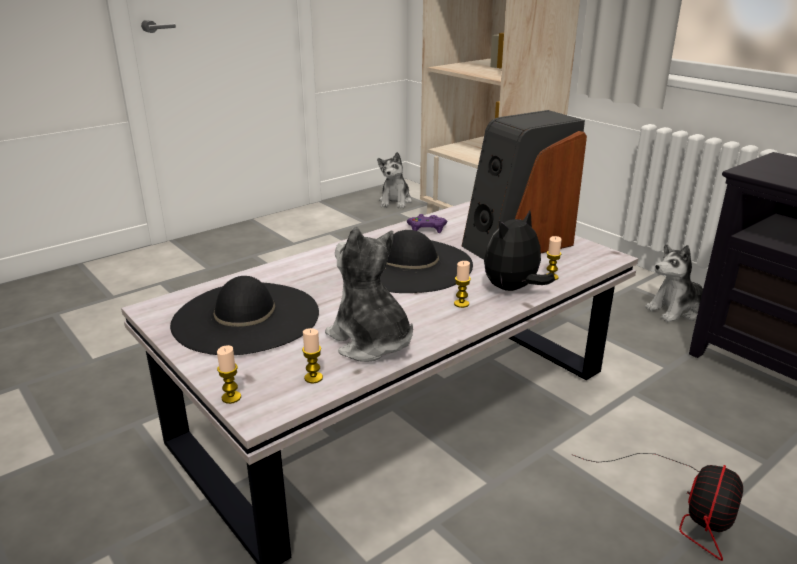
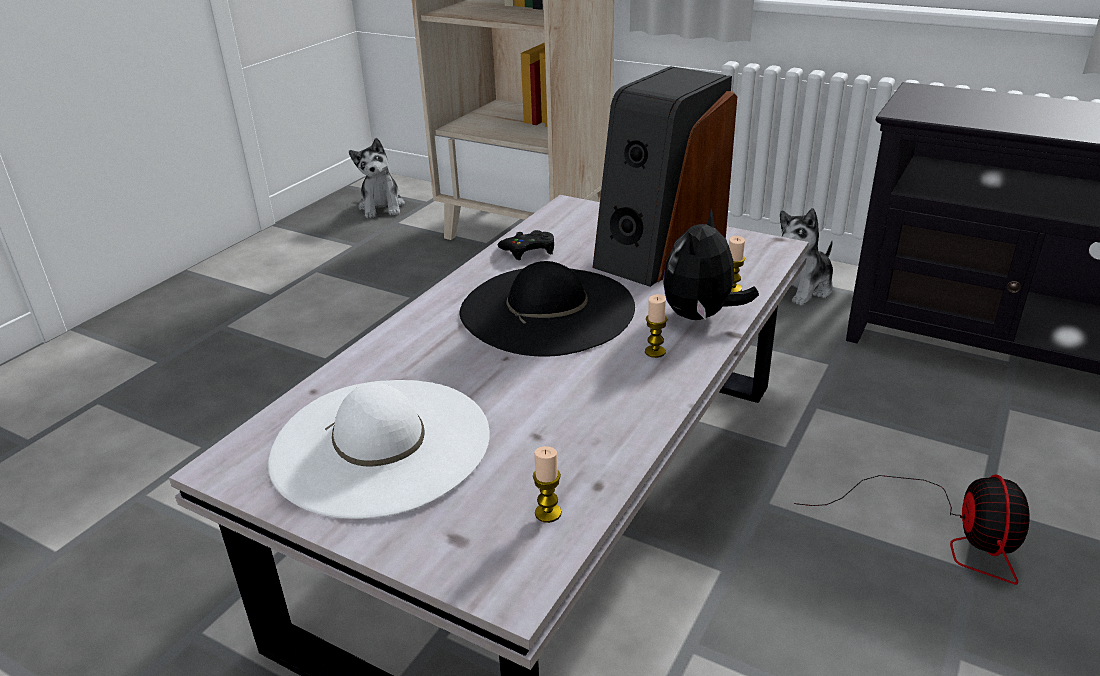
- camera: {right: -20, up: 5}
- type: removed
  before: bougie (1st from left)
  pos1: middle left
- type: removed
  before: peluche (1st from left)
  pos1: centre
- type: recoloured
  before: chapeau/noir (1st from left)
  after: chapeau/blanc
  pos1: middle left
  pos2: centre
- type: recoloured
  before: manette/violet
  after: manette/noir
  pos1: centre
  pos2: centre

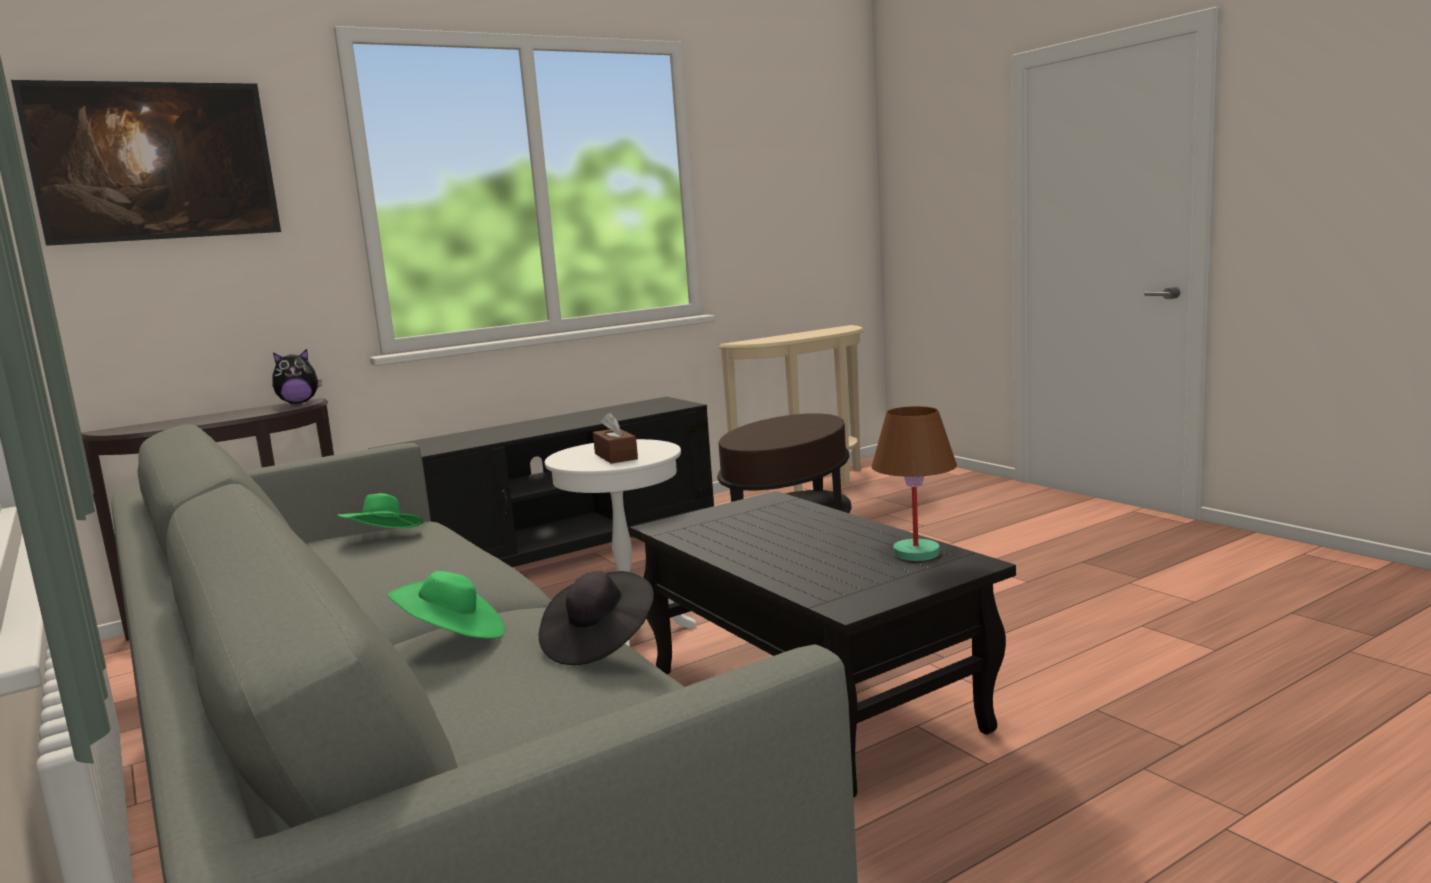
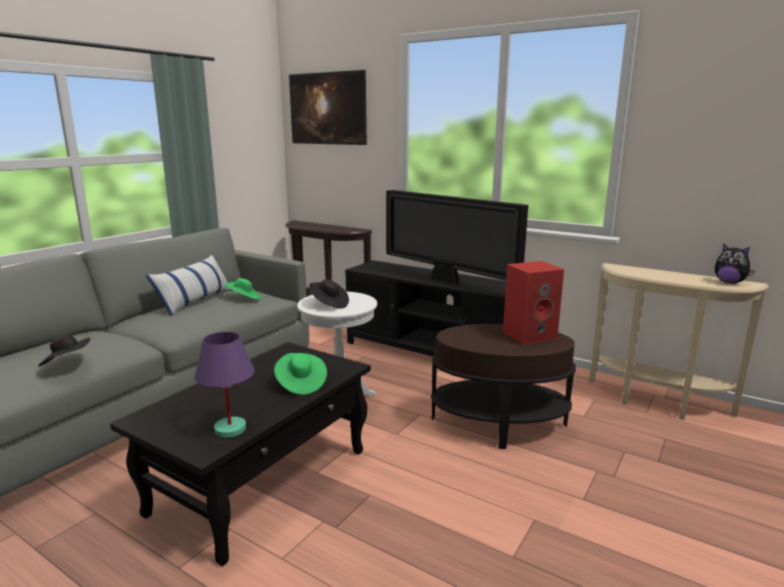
- camera: {right: 65, up: 5}
- type: added
  after: coussin
  pos2: middle left
- type: added
  after: téléviseur
  pos2: centre
- type: added
  after: enceinte/rouge
  pos2: middle right
- type: moved
  before: peluche
  pos1: middle left
  pos2: middle right
- type: moved
  before: chapeau/vert (2nd from left)
  pos1: bottom left
  pos2: centre
- type: replaced
  before: boîte à mouchoirs/marron
  after: chapeau/noir (2nd from left)
  pos1: centre
  pos2: centre
- type: recoloured
  before: lampe de table/marron
  after: lampe de table/violet
  pos1: centre
  pos2: middle left

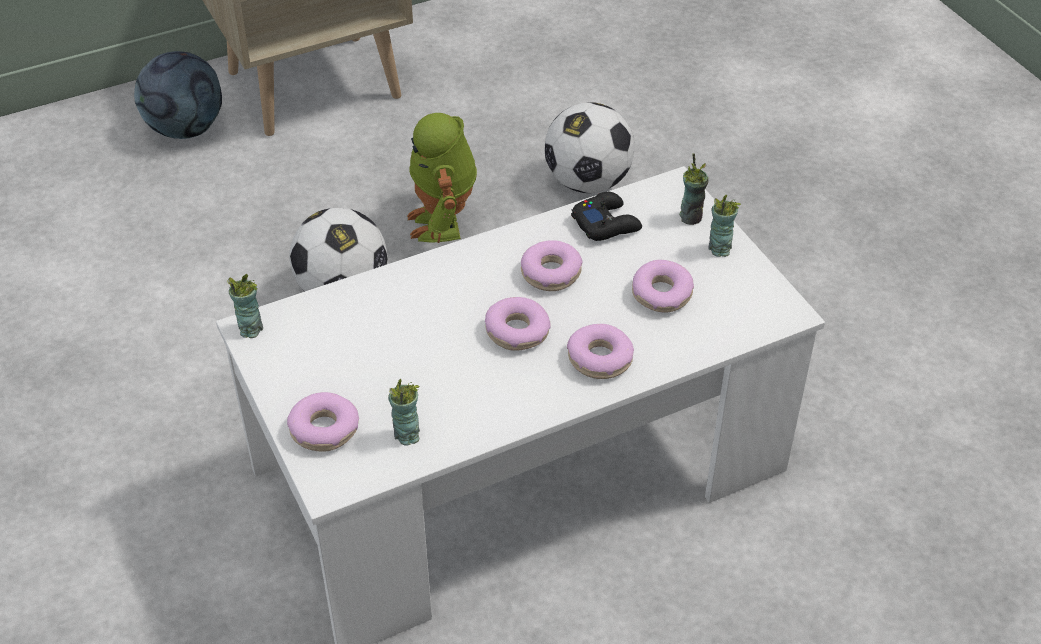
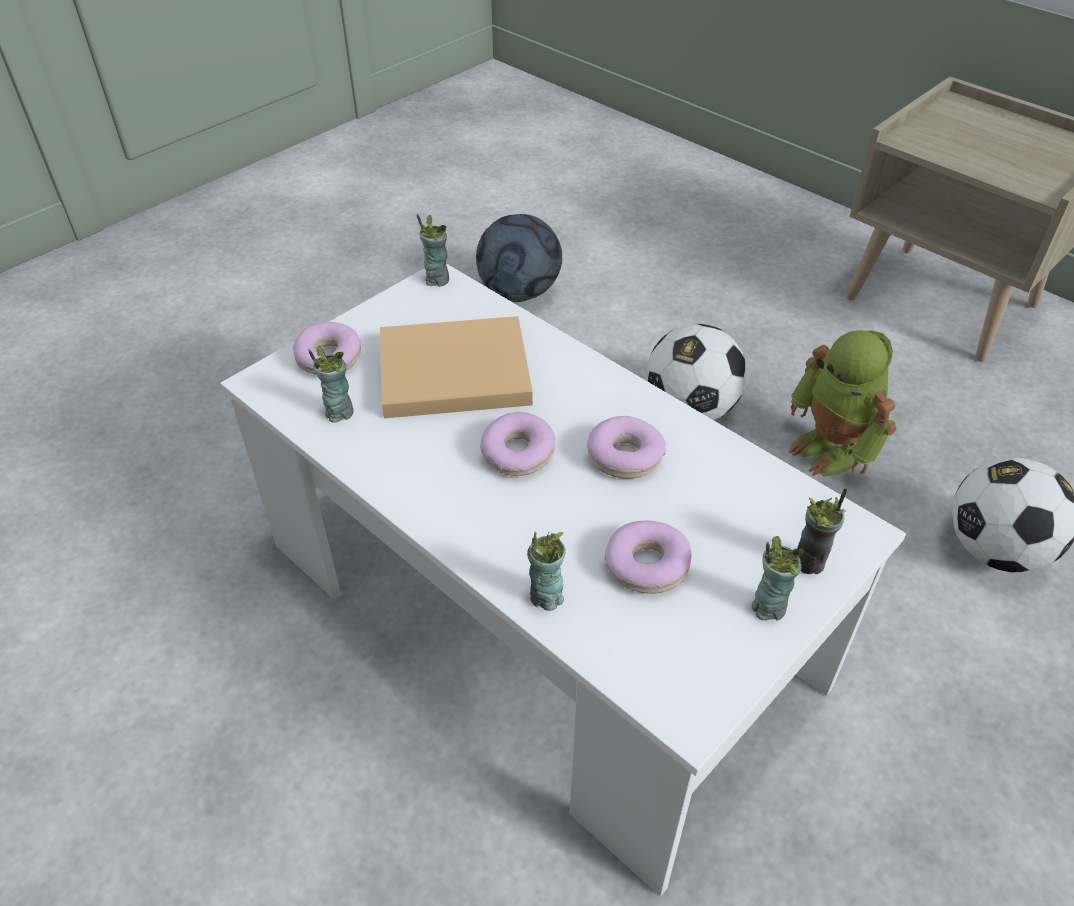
- camera: {right: 70, up: 0}
- type: removed
  before: beignet (4th from left)
  pos1: centre
- type: removed
  before: manette/noir
  pos1: centre
- type: added
  after: livre/beige
  pos2: centre
- type: added
  after: tasse (3rd from left)
  pos2: centre
- type: moved
  before: ballon de foot (1st from left)
  pos1: top left
  pos2: top centre
- type: turned
  before: robot jouet
  pos1: top centre
  pos2: middle right
  turn: -90

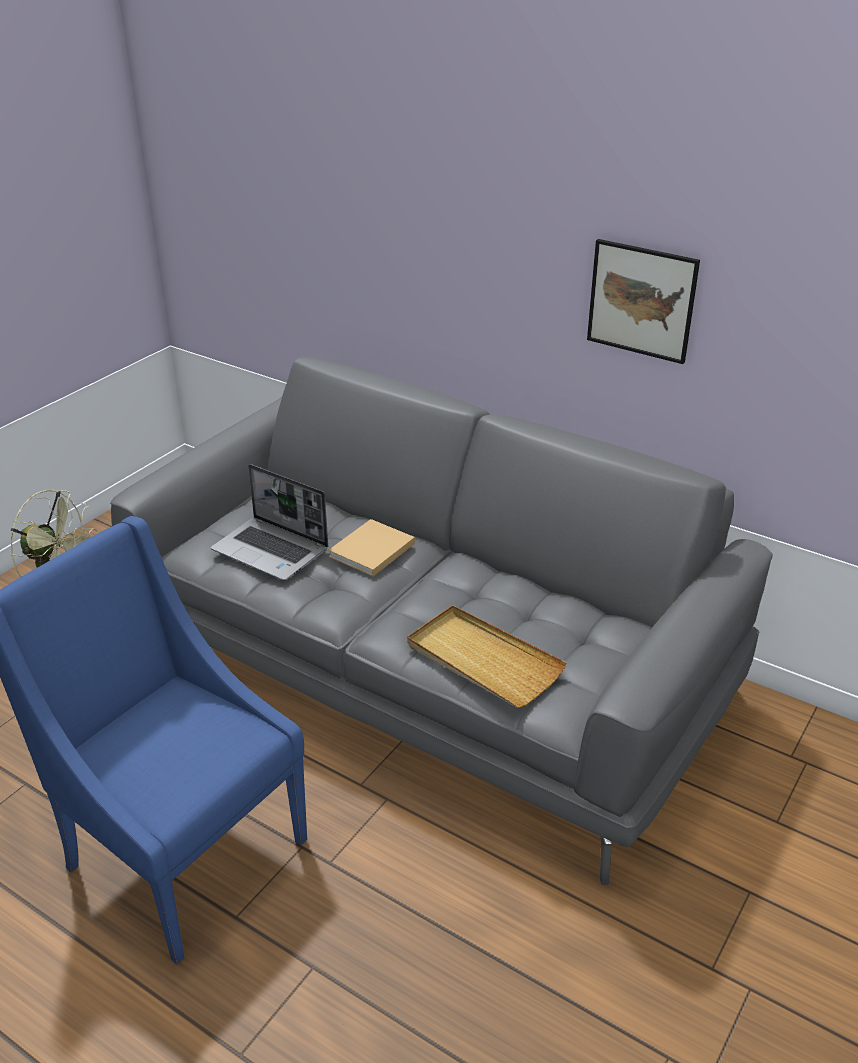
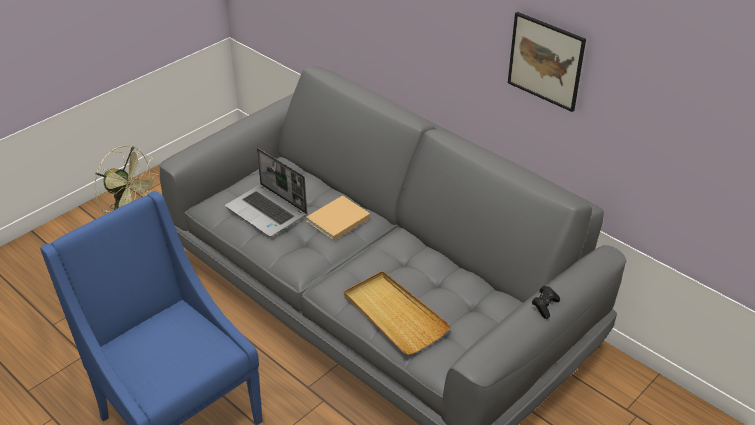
- camera: {right: 10, up: 5}
- type: added
  after: manette/noir
  pos2: bottom right

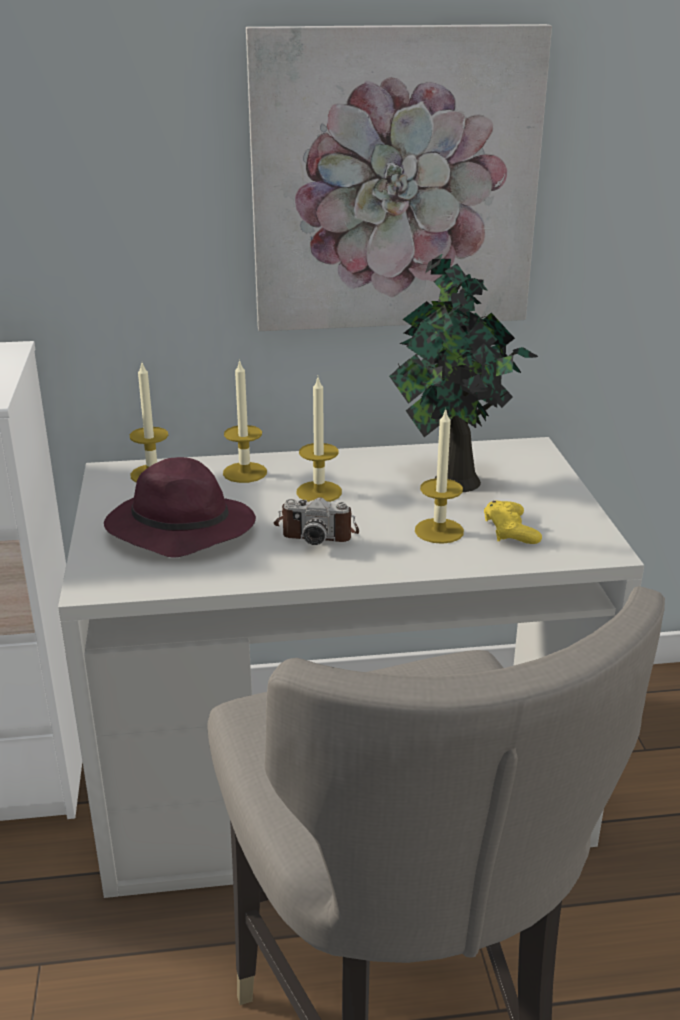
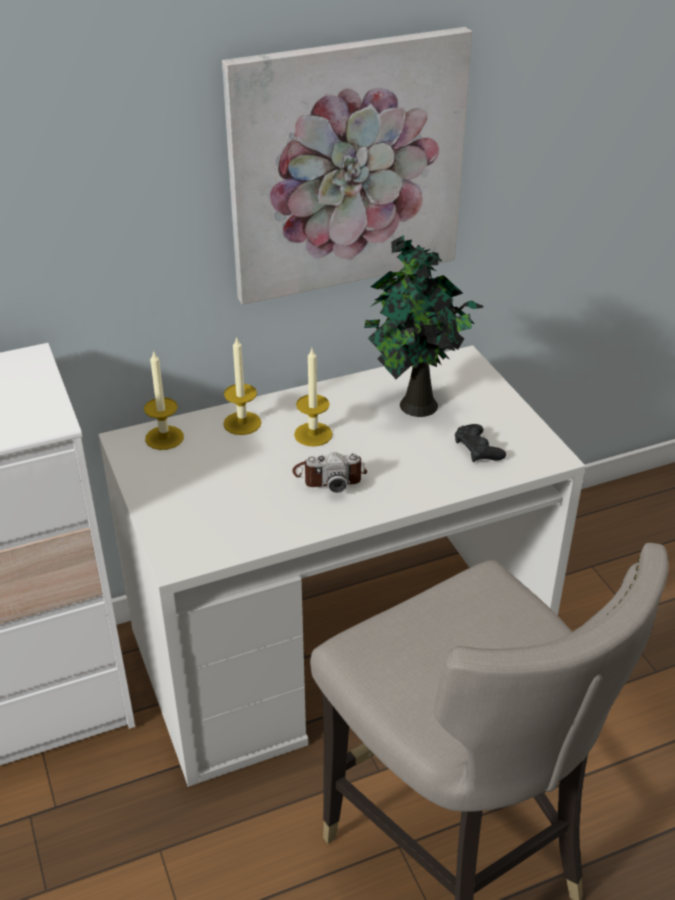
- camera: {right: -15, up: 10}
- type: removed
  before: chapeau/violet
  pos1: middle left
- type: removed
  before: bougie (4th from left)
  pos1: centre
- type: recoloured
  before: manette/jaune
  after: manette/noir
  pos1: middle right
  pos2: middle right

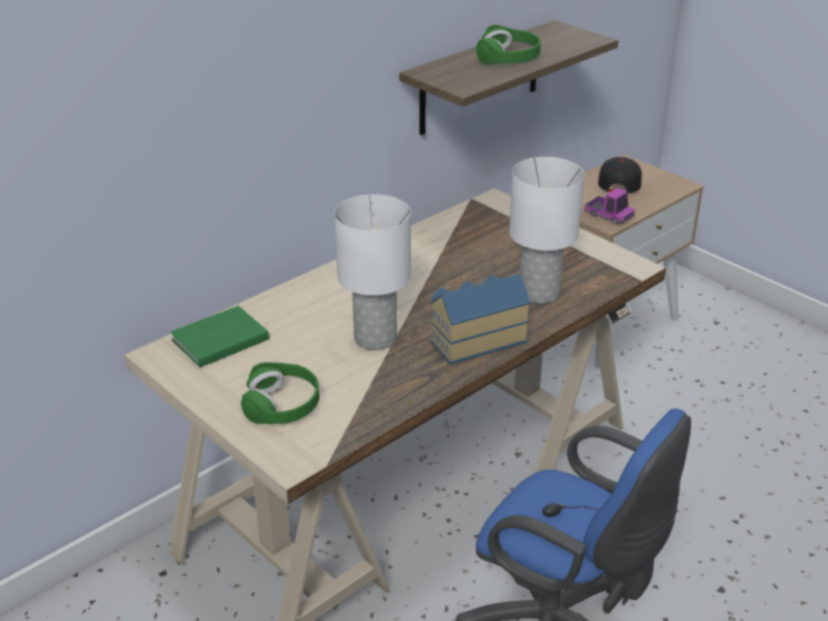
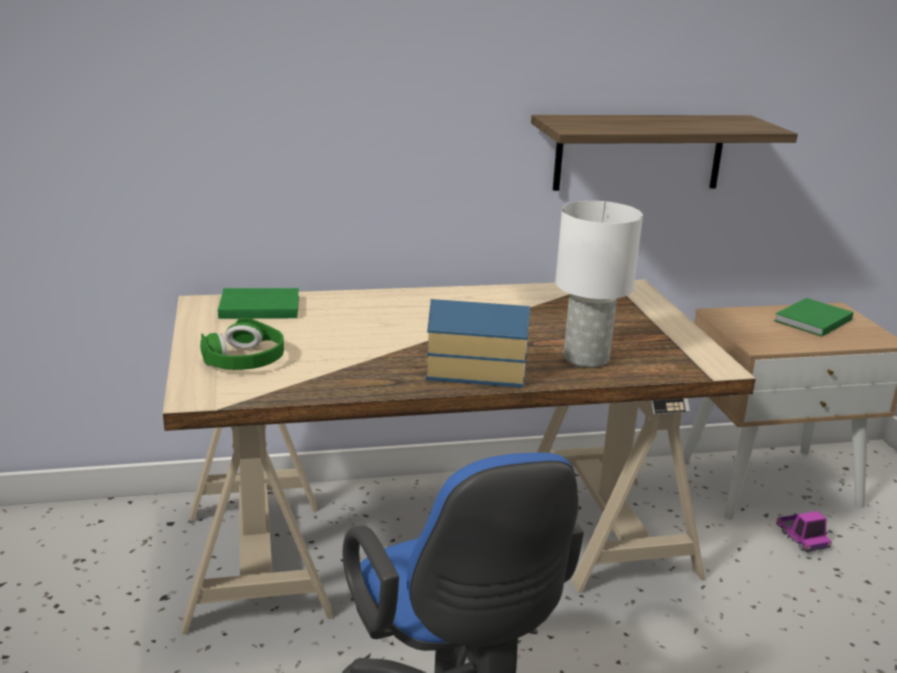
- camera: {right: 30, up: -10}
- type: removed
  before: lampe de table/blanc (1st from left)
  pos1: centre
- type: removed
  before: casque audio/vert (2nd from left)
  pos1: top centre
- type: moved
  before: camion jouet
  pos1: top right
  pos2: bottom right
- type: replaced
  before: casquette/noir
  after: livre/vert (2nd from left)
  pos1: top right
  pos2: middle right

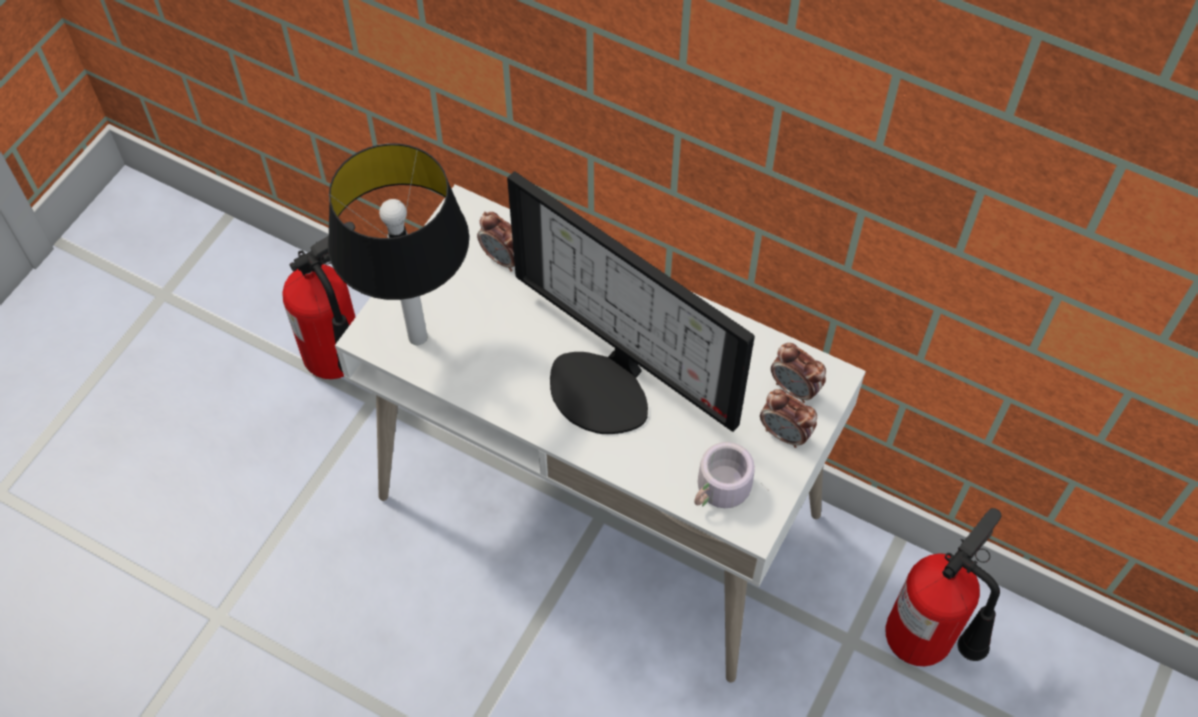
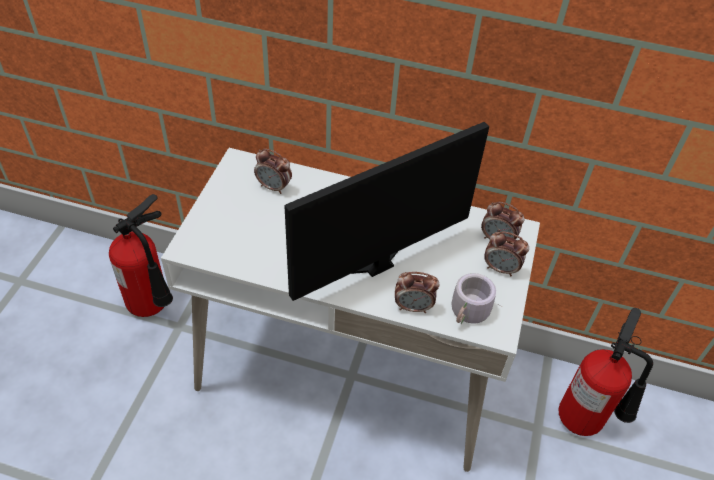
- camera: {right: -15, up: -10}
- type: removed
  before: lampe de table
  pos1: middle left
- type: added
  after: réveil (2nd from left)
  pos2: centre
- type: turned
  before: écran d'ordinateur
  pos1: centre
  pos2: centre
  turn: 120

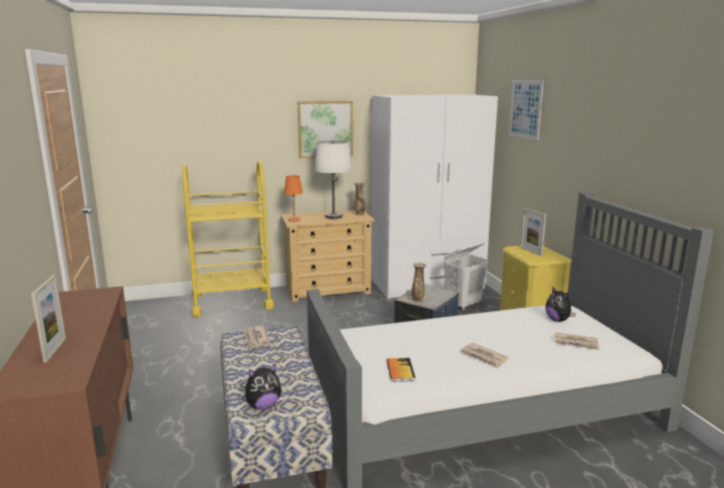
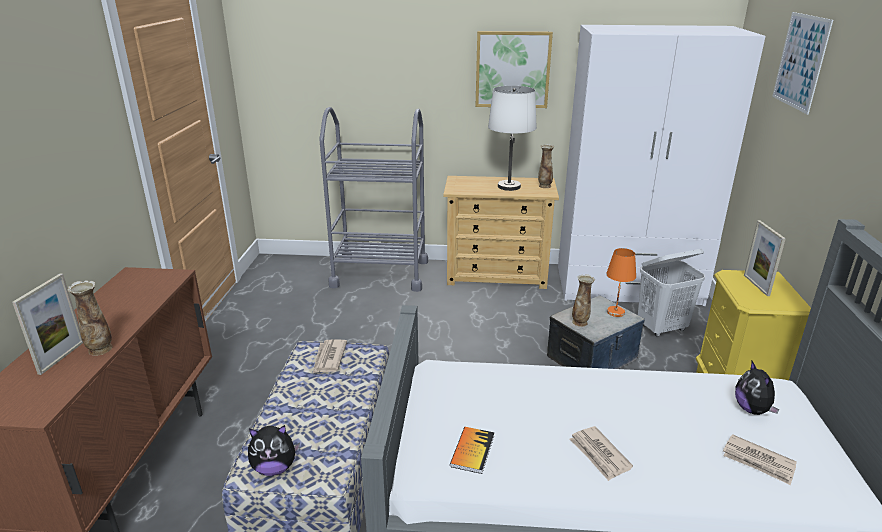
- camera: {right: 20, up: 10}
- type: added
  after: vase (1st from left)
  pos2: middle left
- type: moved
  before: lampe de table/orange
  pos1: centre
  pos2: middle right
- type: recoloured
  before: chariot/jaune
  after: chariot/gris
  pos1: middle left
  pos2: centre

